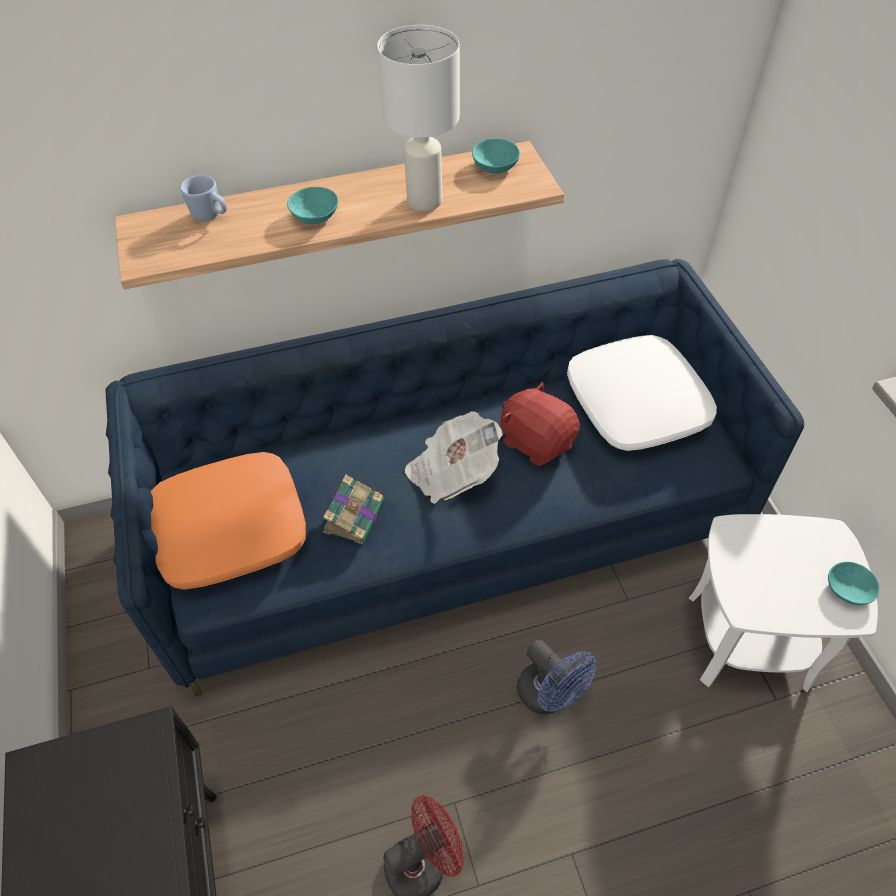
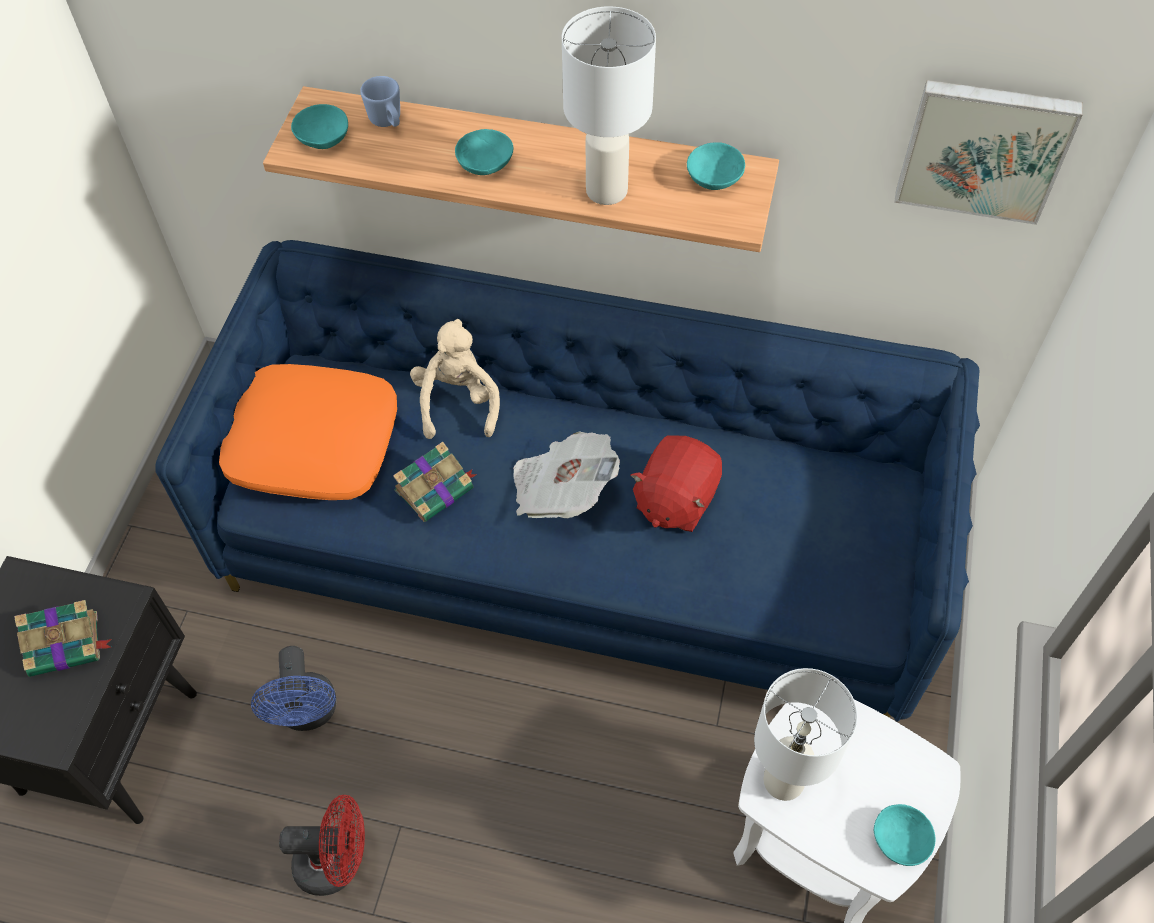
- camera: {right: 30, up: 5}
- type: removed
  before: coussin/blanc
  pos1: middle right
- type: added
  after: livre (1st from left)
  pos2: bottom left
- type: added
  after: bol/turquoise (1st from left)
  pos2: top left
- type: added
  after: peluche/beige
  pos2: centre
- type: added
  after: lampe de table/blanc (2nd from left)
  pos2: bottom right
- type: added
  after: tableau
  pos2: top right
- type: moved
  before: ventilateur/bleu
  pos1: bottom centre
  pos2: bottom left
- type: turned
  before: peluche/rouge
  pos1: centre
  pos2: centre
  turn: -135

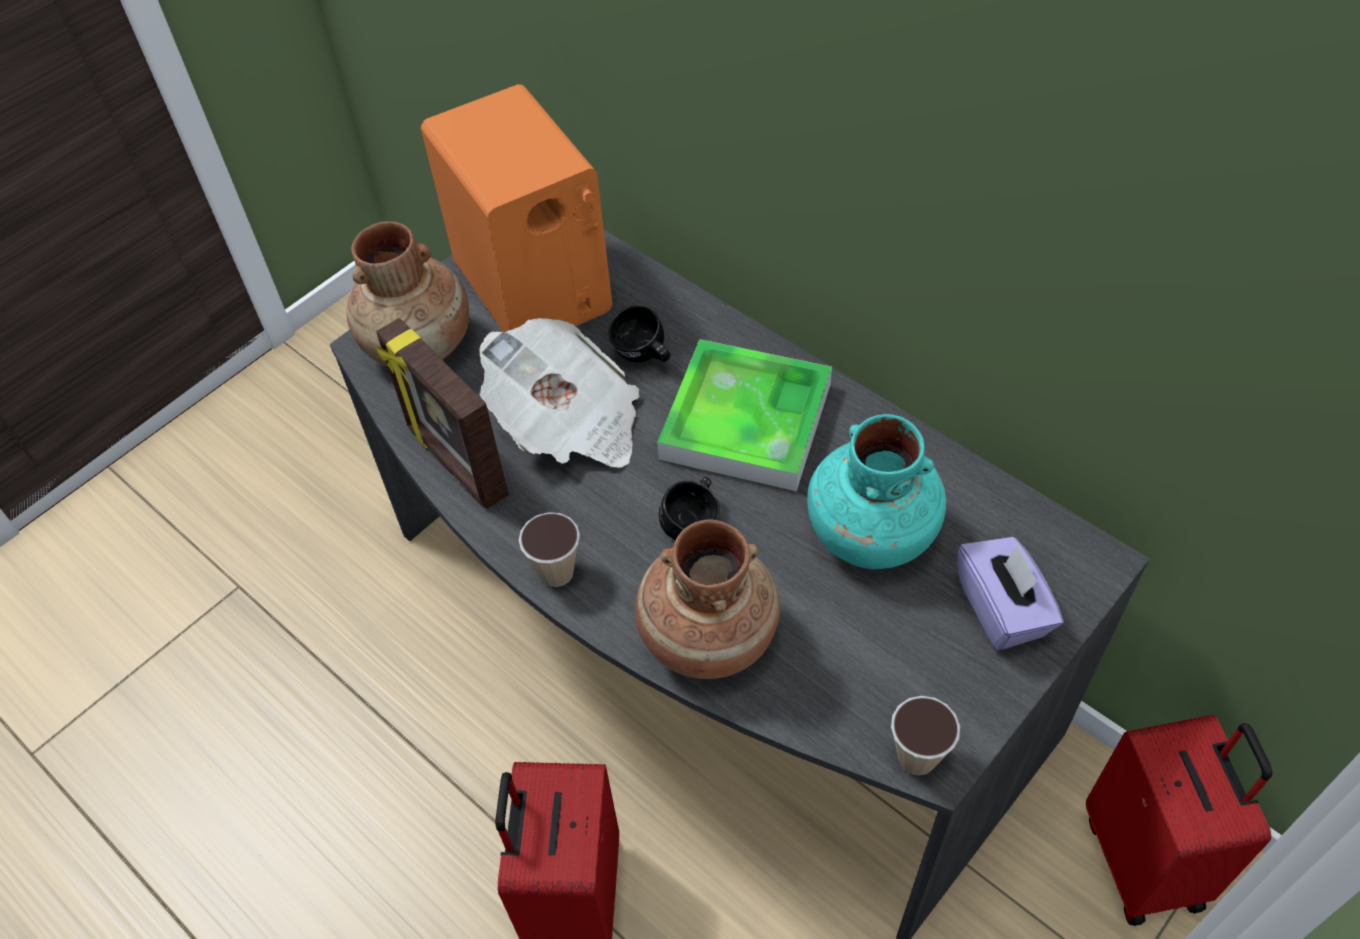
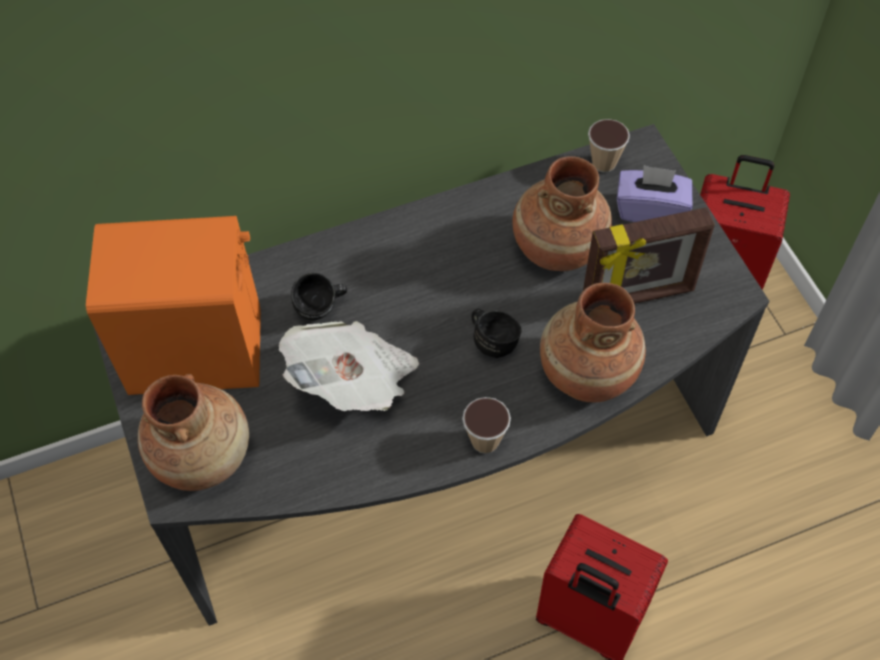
- camera: {right: -65, up: 5}
- type: removed
  before: plateau
  pos1: centre
- type: moved
  before: cadre photo
  pos1: middle left
  pos2: middle right
- type: moved
  before: tasse (2nd from left)
  pos1: bottom right
  pos2: top right
- type: recoloured
  before: vase/turquoise
  after: vase/marron (2nd from left)
  pos1: centre
  pos2: top centre

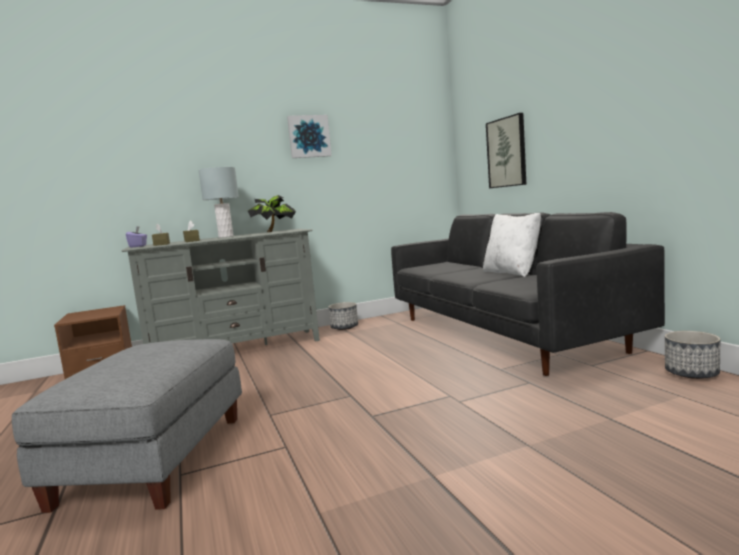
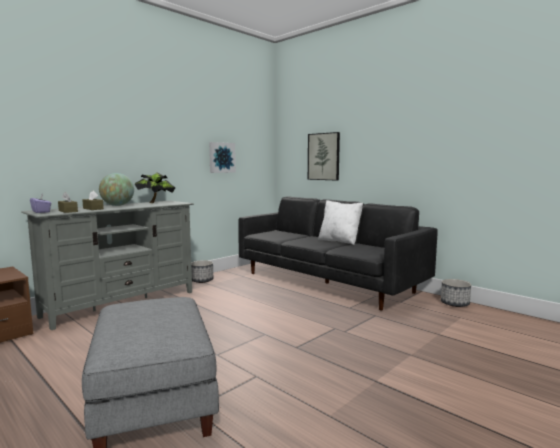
- camera: {right: -25, up: 0}
- type: moved
  before: tableau (1st from left)
  pos1: top centre
  pos2: centre
- type: replaced
  before: lampe de table/gris
  after: globe
  pos1: middle left
  pos2: middle left

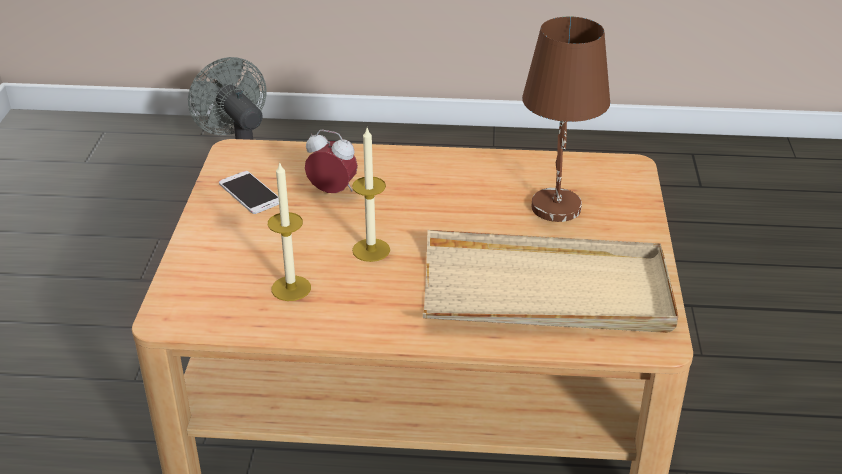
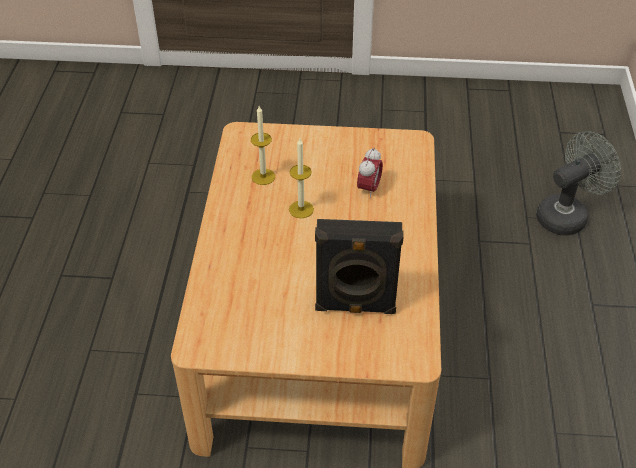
- camera: {right: 90, up: 10}
- type: removed
  before: téléphone
  pos1: middle left
- type: removed
  before: plateau/beige
  pos1: centre
- type: replaced
  before: lampe de table/marron
  after: enceinte/noir
  pos1: top right
  pos2: centre

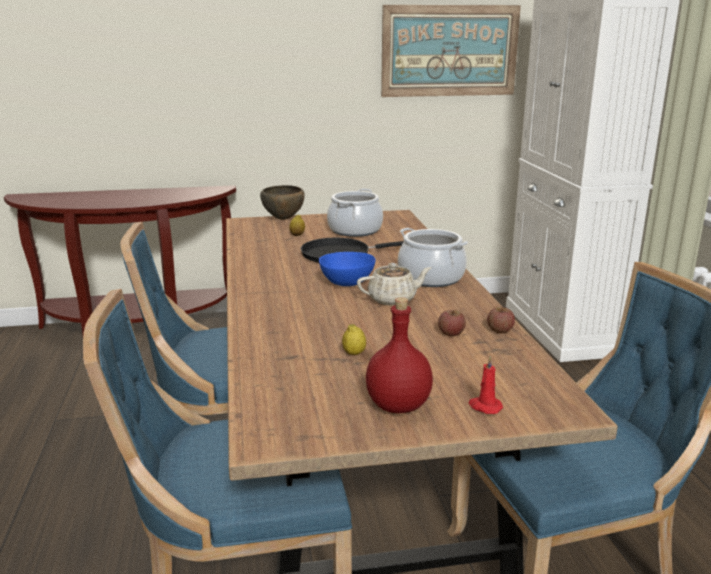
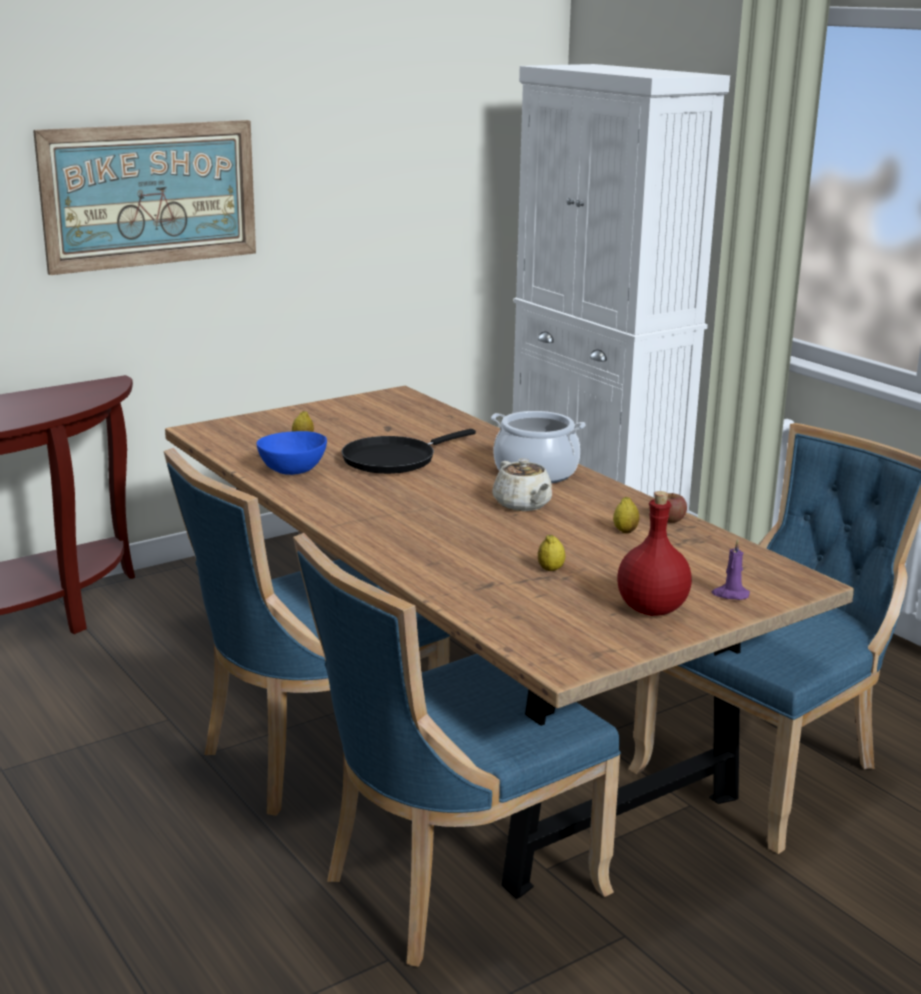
- camera: {right: -25, up: 0}
- type: removed
  before: bol/marron
  pos1: centre
- type: removed
  before: marmite (1st from left)
  pos1: centre
- type: moved
  before: bol/bleu
  pos1: centre
  pos2: middle left
- type: moved
  before: tableau
  pos1: top centre
  pos2: top left
- type: replaced
  before: pomme (1st from left)
  after: citron (3rd from left)
  pos1: centre
  pos2: middle right
- type: recoloured
  before: bougie/rouge
  after: bougie/violet
  pos1: bottom right
  pos2: middle right
- type: turned
  before: théière/beige
  pos1: centre
  pos2: centre
  turn: 105

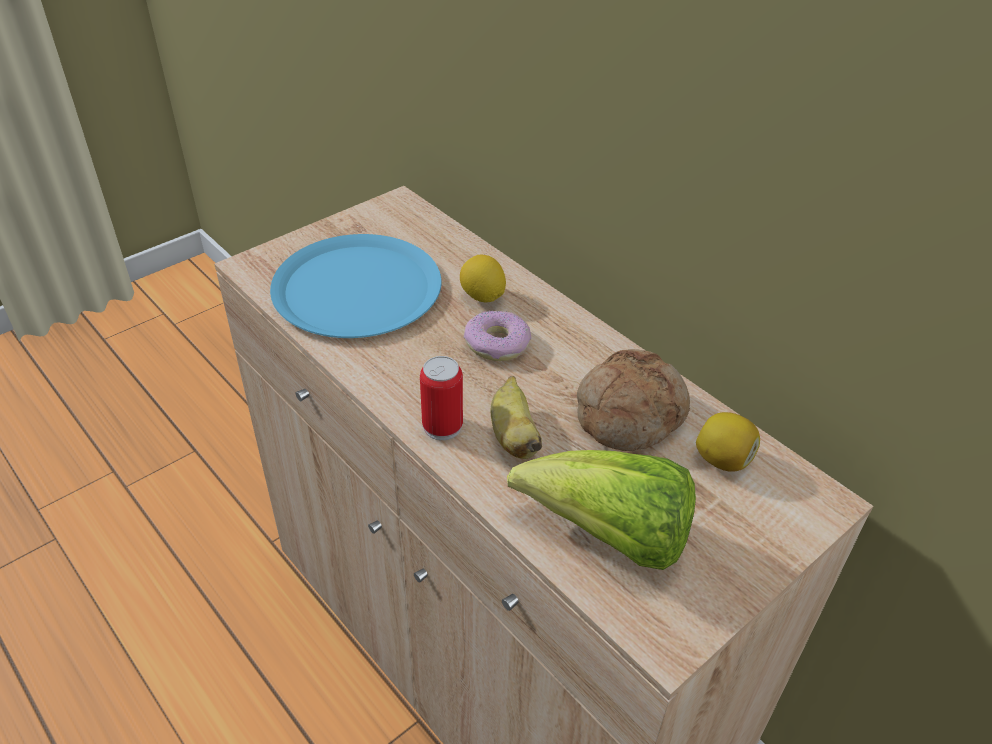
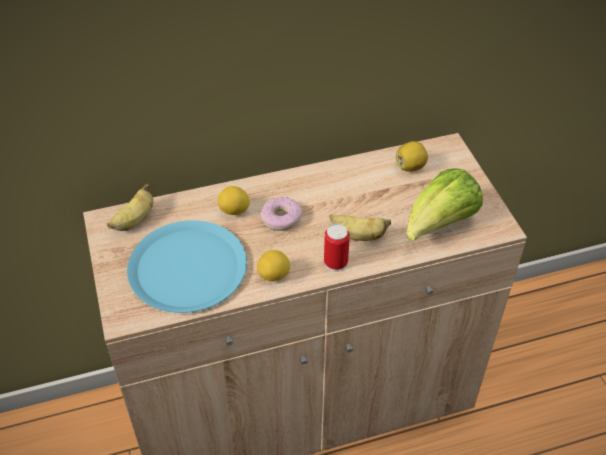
- camera: {right: -65, up: 5}
- type: removed
  before: pain
  pos1: centre
- type: added
  after: banane (1st from left)
  pos2: middle left
- type: added
  after: citron (2nd from left)
  pos2: centre

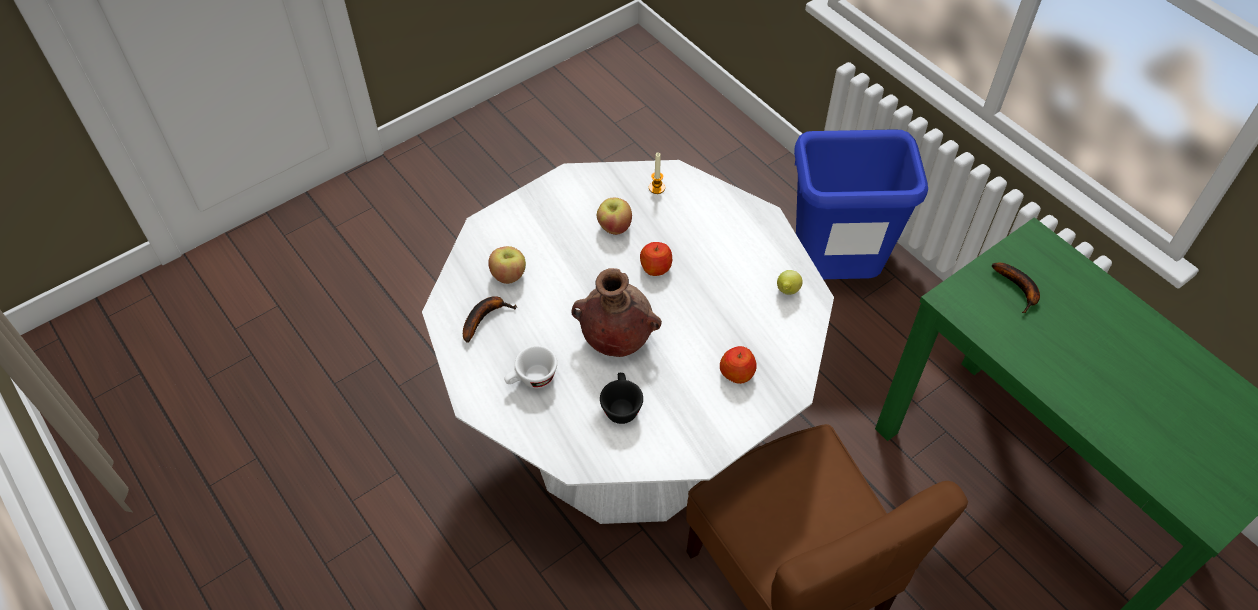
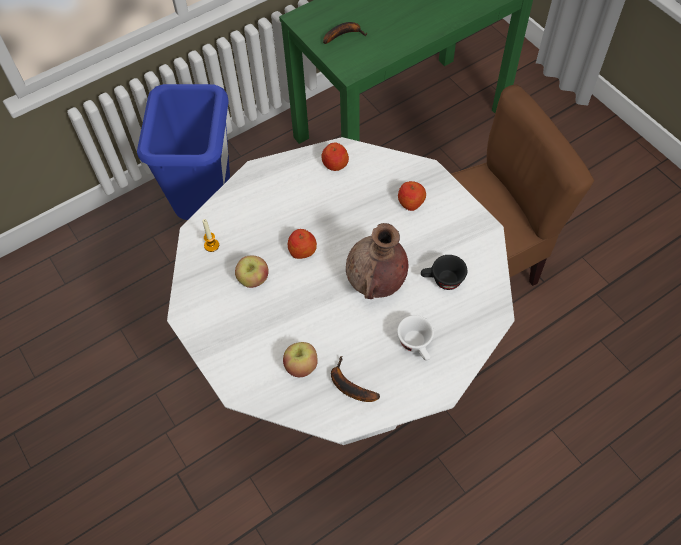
- camera: {right: -85, up: 5}
- type: replaced
  before: citron
  after: pomme (4th from left)
  pos1: centre
  pos2: top centre

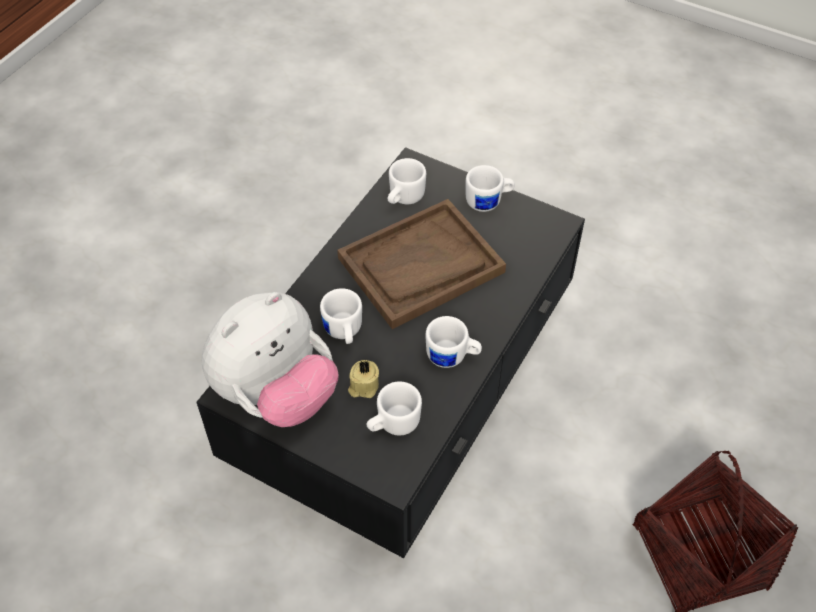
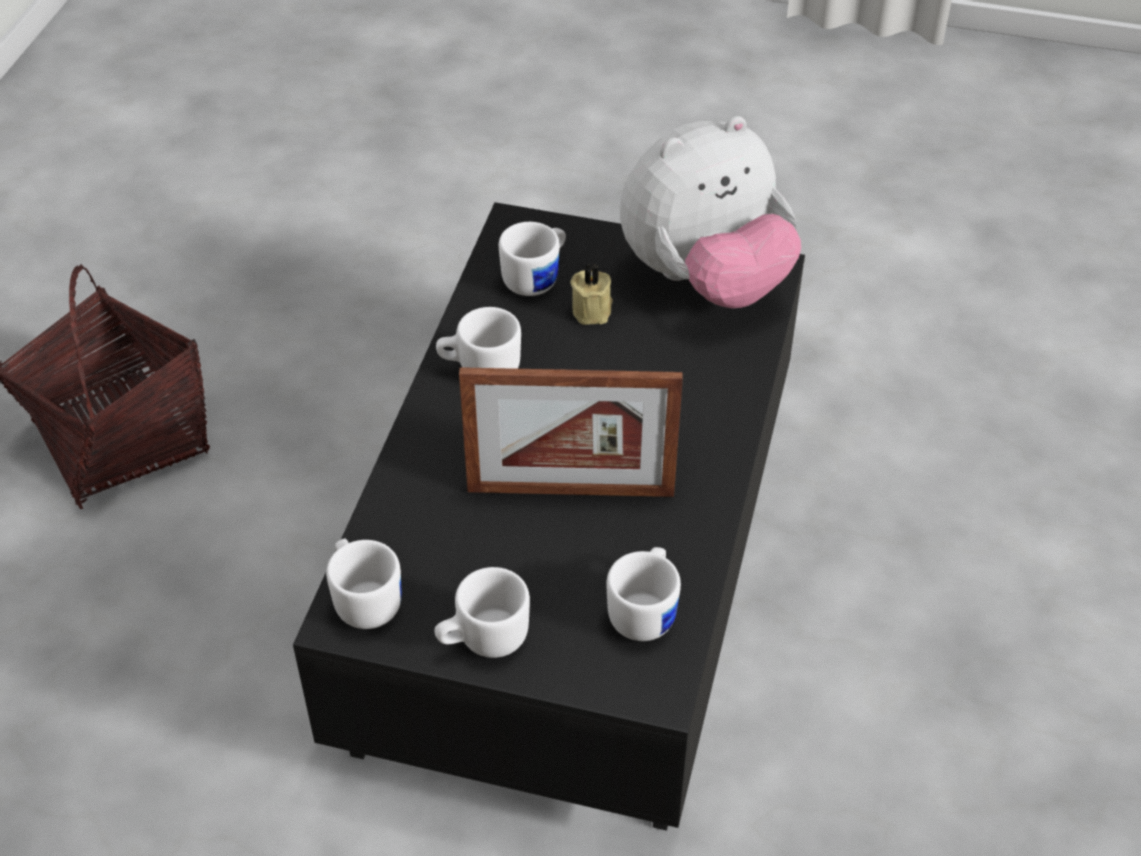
- camera: {right: 165, up: -5}
- type: moved
  before: mug/blanc (1st from left)
  pos1: centre
  pos2: bottom left
- type: replaced
  before: plateau/marron
  after: cadre photo
  pos1: centre
  pos2: centre
- type: turned
  before: peluche
  pos1: middle left
  pos2: top centre
  turn: -150

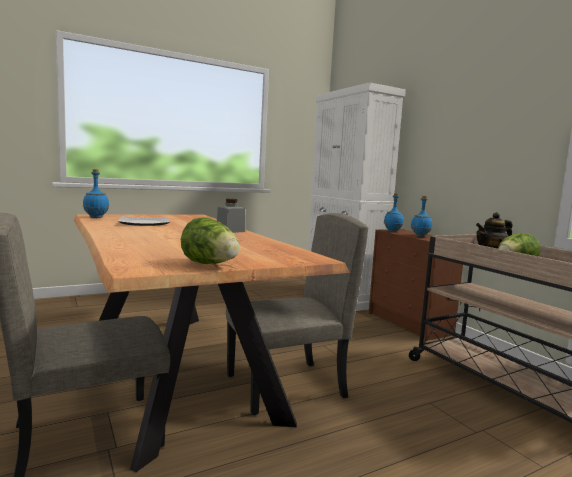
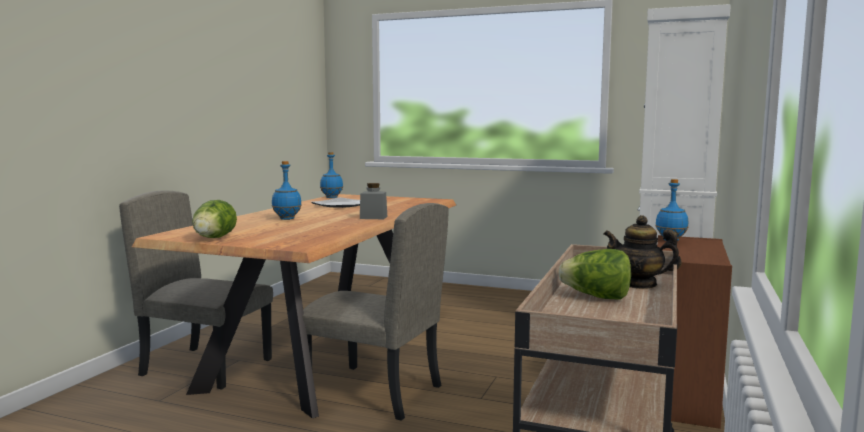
- camera: {right: 50, up: 0}
- type: moved
  before: bouteille/bleu (3rd from left in the first image)
  after: bouteille/bleu (1st from left)
  pos1: middle right
  pos2: middle left

